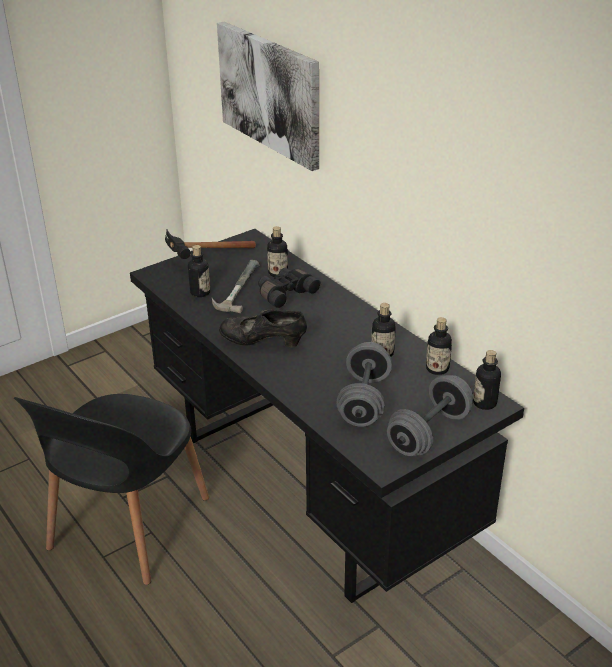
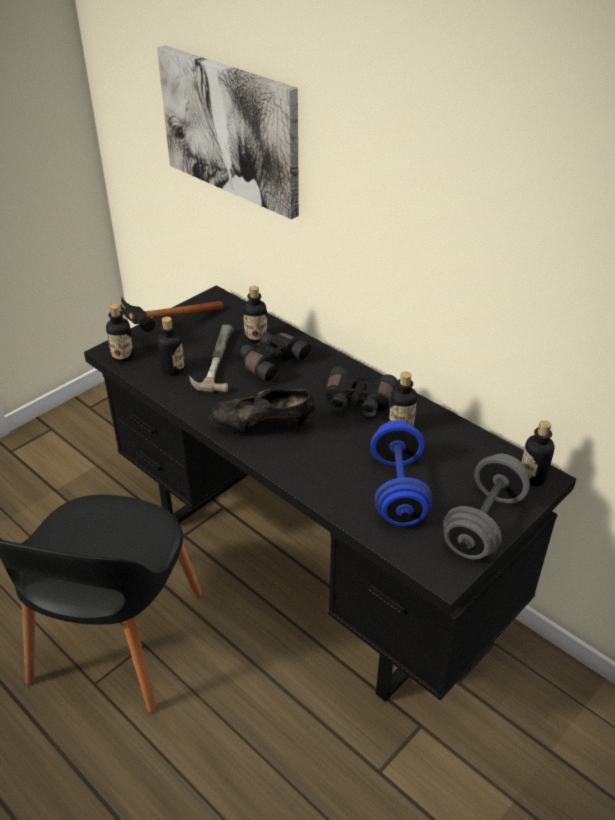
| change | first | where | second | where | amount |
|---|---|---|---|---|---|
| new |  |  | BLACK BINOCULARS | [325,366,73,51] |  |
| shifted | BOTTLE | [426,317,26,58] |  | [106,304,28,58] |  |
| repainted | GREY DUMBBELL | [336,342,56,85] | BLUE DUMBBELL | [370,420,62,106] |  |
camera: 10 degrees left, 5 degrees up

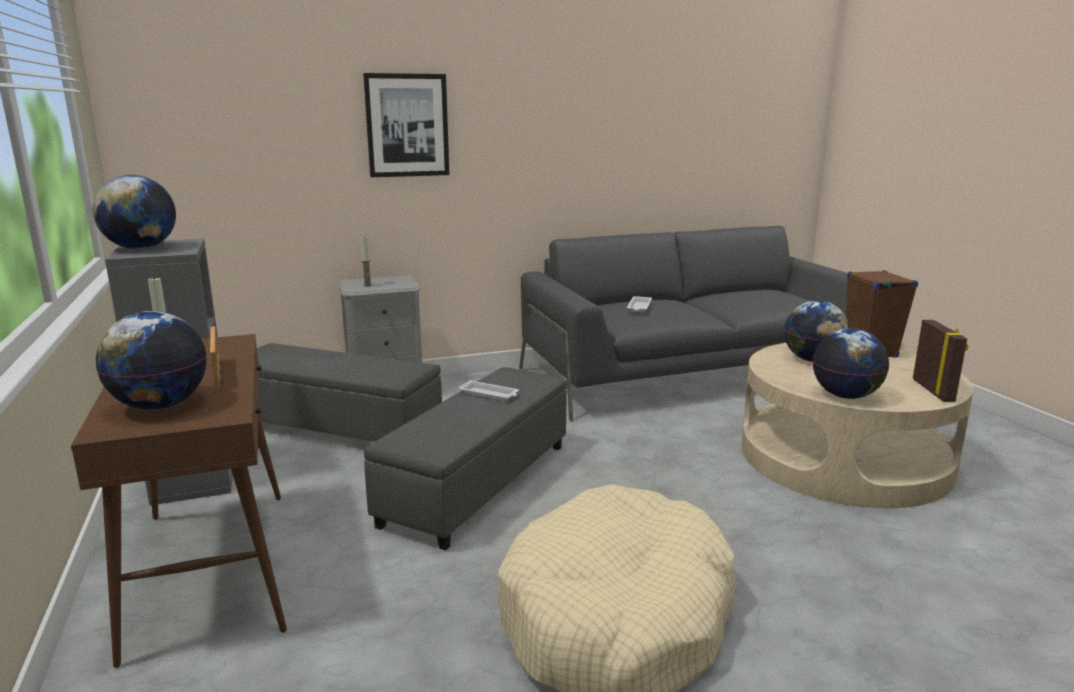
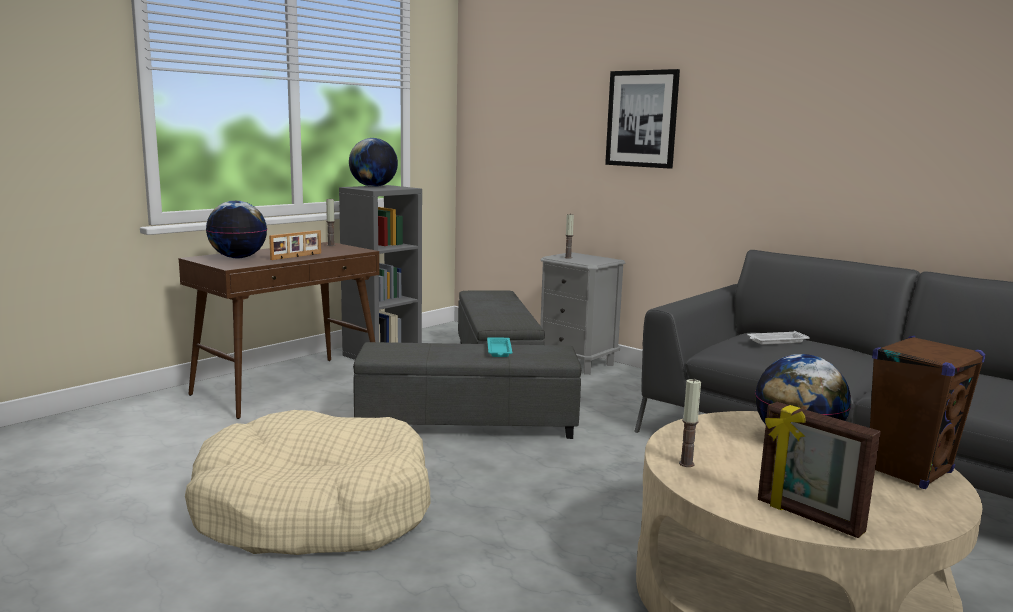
| change | first | where | second | where | amount |
|---|---|---|---|---|---|
| swapped | GLOBE | [813,328,76,71] | CANDLE | [679,379,22,88] |  |
| repainted | WHITE TRAY | [458,380,61,21] | TURQUOISE TRAY | [487,337,25,20] |  |
| rotated | PICTURE FRAME | [913,320,55,82] |  | [758,402,123,136] | 75 degrees clockwise |
camera: 60 degrees right, 5 degrees down

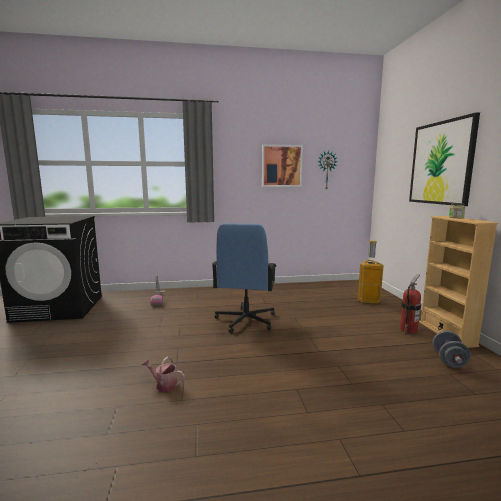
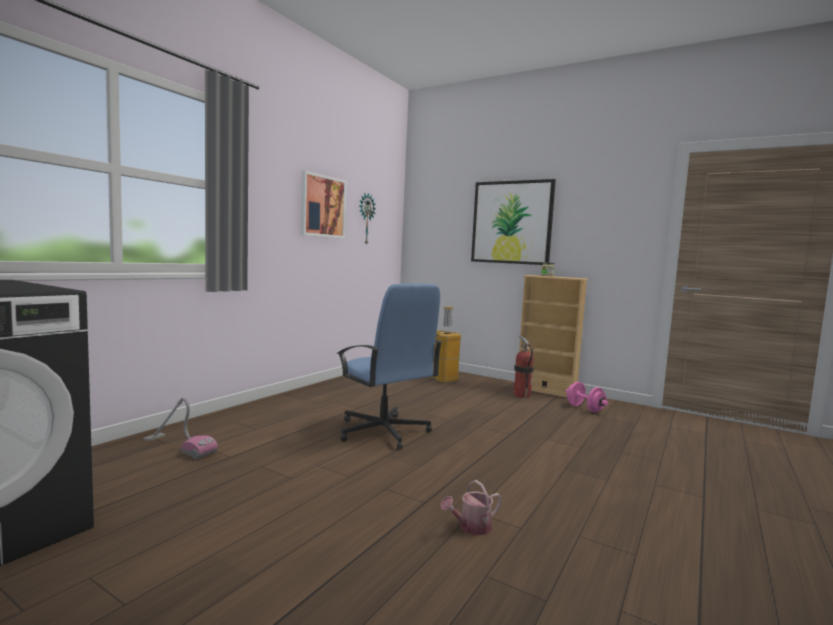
| change | first | where | second | where | amount |
|---|---|---|---|---|---|
| repainted | GREY DUMBBELL | [432,331,39,37] | PINK DUMBBELL | [566,382,42,31] |  |
camera: 50 degrees left, 5 degrees down

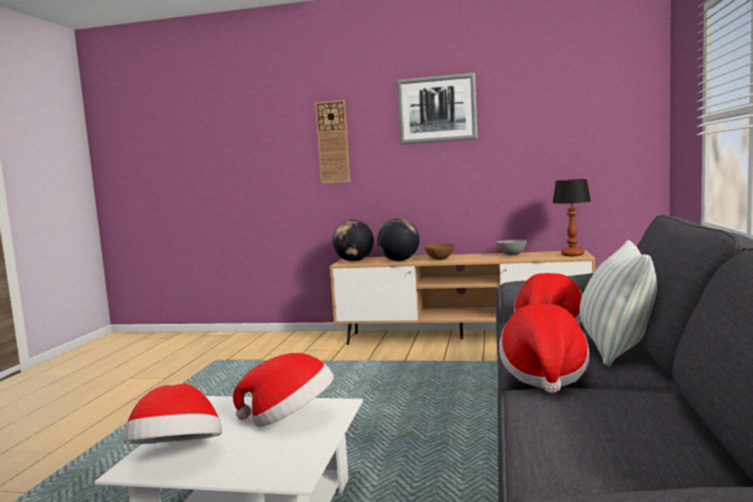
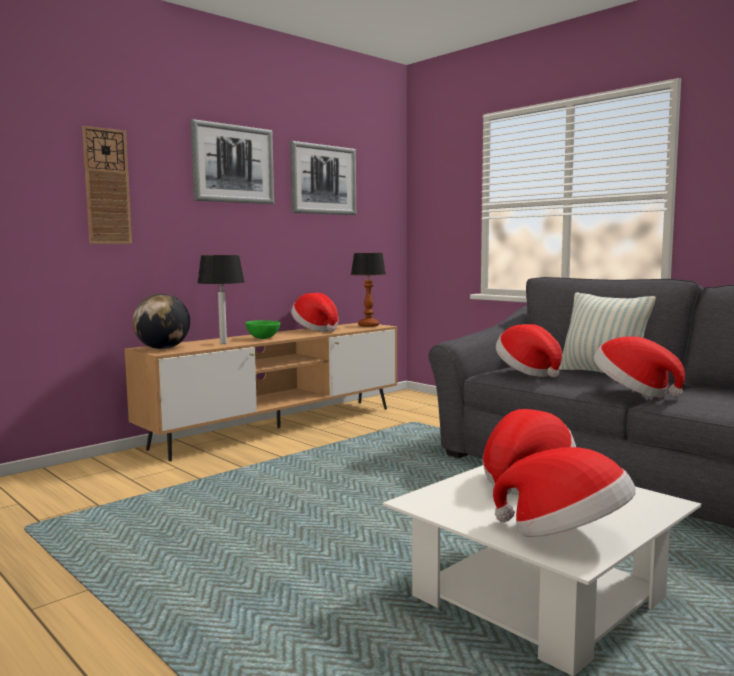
| change | first | where | second | where | amount |
|---|---|---|---|---|---|
| new |  |  | PICTURE | [290,141,66,74] |  |
| swapped | GLOBE | [377,218,43,43] | TABLE LAMP | [197,255,48,89] |  |
| swapped | GREY BOWL | [496,239,31,16] | HAT | [291,293,48,39] |  |
| repainted | BROWN BOWL | [425,243,30,17] | GREEN BOWL | [245,320,36,19] |  |
camera: 55 degrees left, 0 degrees up

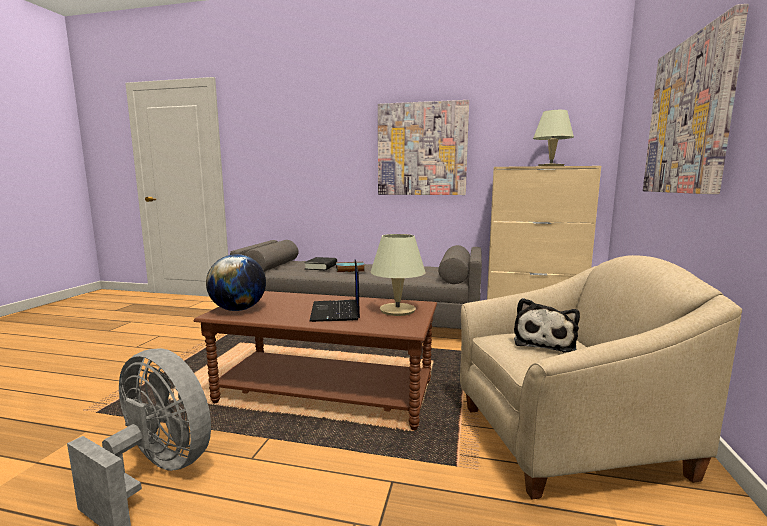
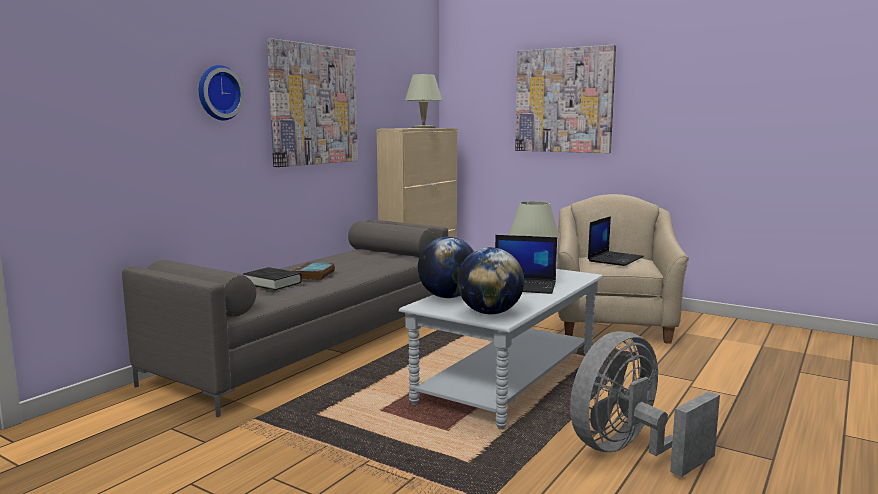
| change | first | where | second | where | amount |
|---|---|---|---|---|---|
| new |  |  | WALL CLOCK | [199,65,45,55] |  |
| new |  |  | GLOBE | [418,237,56,61] |  |
| swapped | PLUSH TOY | [514,298,66,54] | LAPTOP | [588,216,56,50] |  |
| repainted | BROWN COFFEE TABLE | [193,291,244,139] | GREY COFFEE TABLE | [399,269,204,161] |  |
camera: 70 degrees left, 0 degrees up

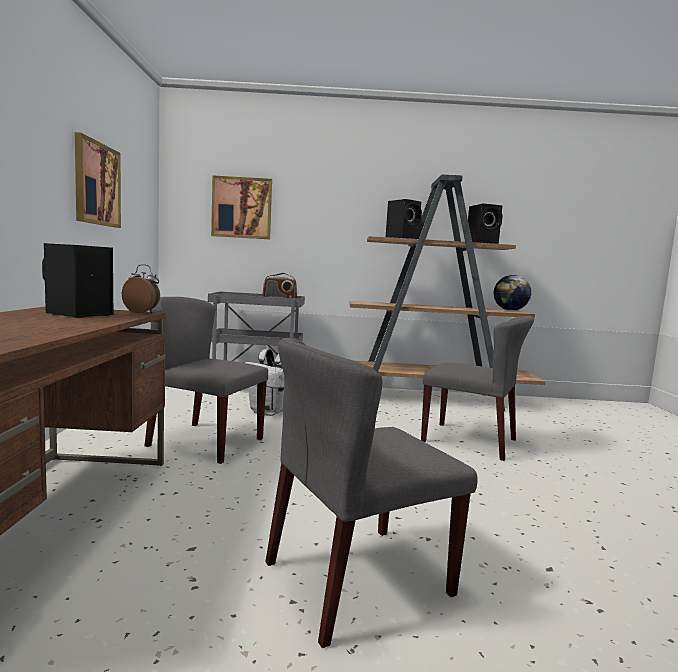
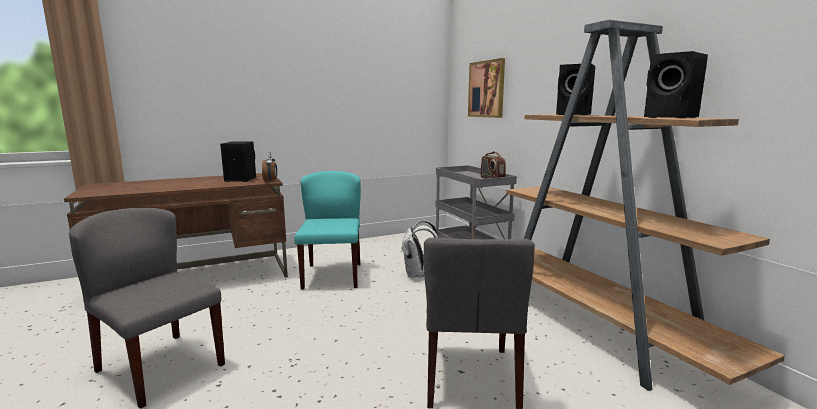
| change | first | where | second | where | amount |
|---|---|---|---|---|---|
| gone | PICTURE | [75,132,46,96] |  |  |  |
| gone | GLOBE | [493,275,38,36] |  |  |  |
| repainted | GREY CHAIR | [145,297,123,167] | TURQUOISE CHAIR | [294,171,67,119] |  |
camera: 65 degrees right, 5 degrees up

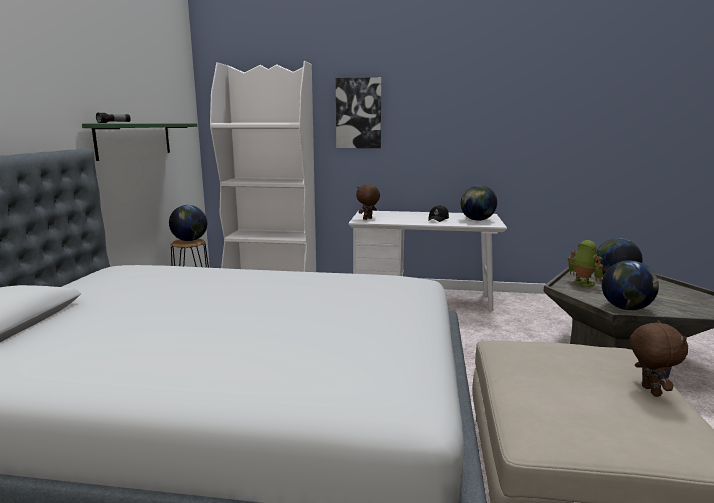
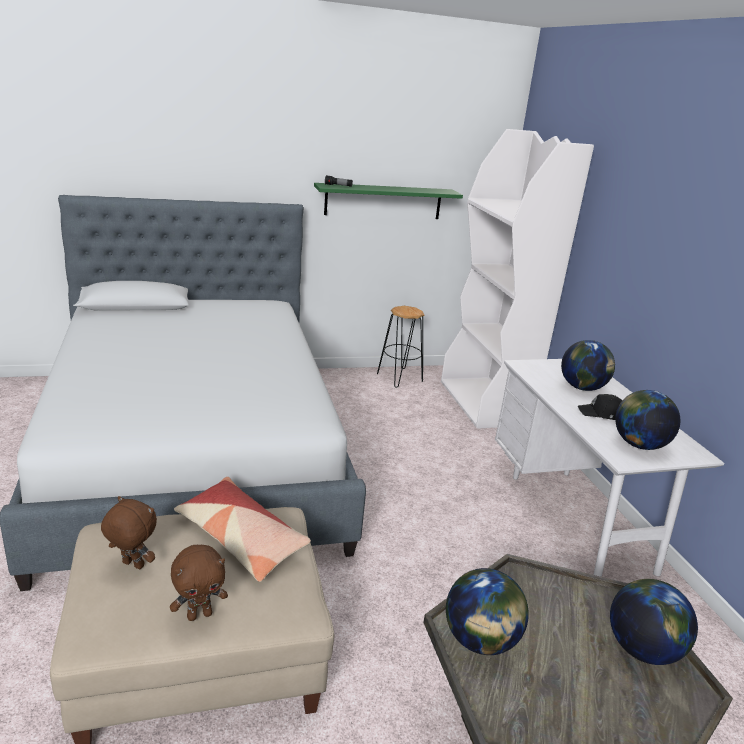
| change | first | where | second | where | amount |
|---|---|---|---|---|---|
| gone | PICTURE | [336,77,46,71] |  |  |  |
| gone | TOY ROBOT | [568,240,35,48] |  |  |  |
| new |  |  | PILLOW | [174,477,137,105] |  |
| shifted | GLOBE | [169,205,38,36] |  | [561,340,54,51] |  |
| shifted | BROWN PLUSH TOY | [356,184,24,36] |  | [101,496,56,73] |  |
camera: 65 degrees right, 10 degrees up

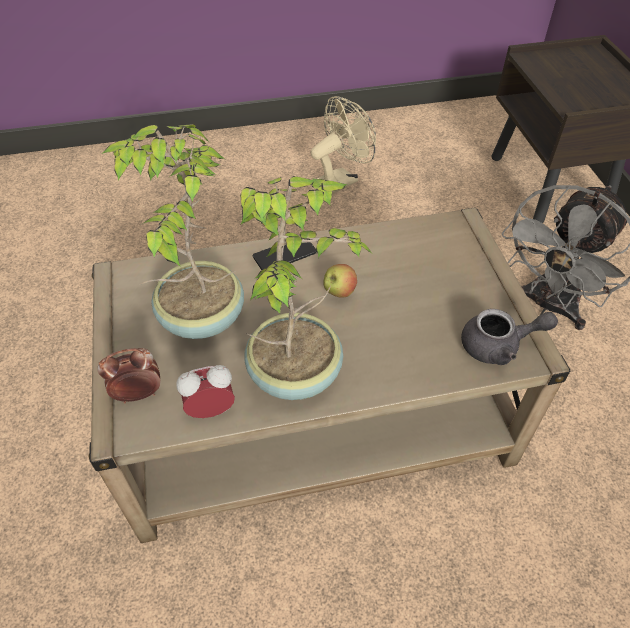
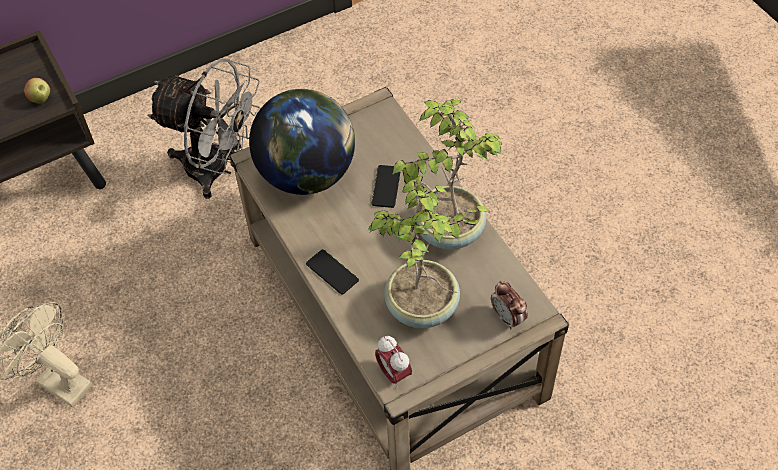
| change | first | where | second | where | amount |
|---|---|---|---|---|---|
| gone | GREY TEAPOT | [461,309,97,56] |  |  |  |
| new |  |  | GLOBE | [249,89,106,106] |  |
| new |  |  | PHONE | [371,165,30,43] |  |
| shifted | ALARM CLOCK | [177,365,58,53] |  | [375,336,37,52] |  |
| shifted | APPLE | [323,264,34,34] |  | [24,78,26,26] |  |
camera: 105 degrees left, 5 degrees up

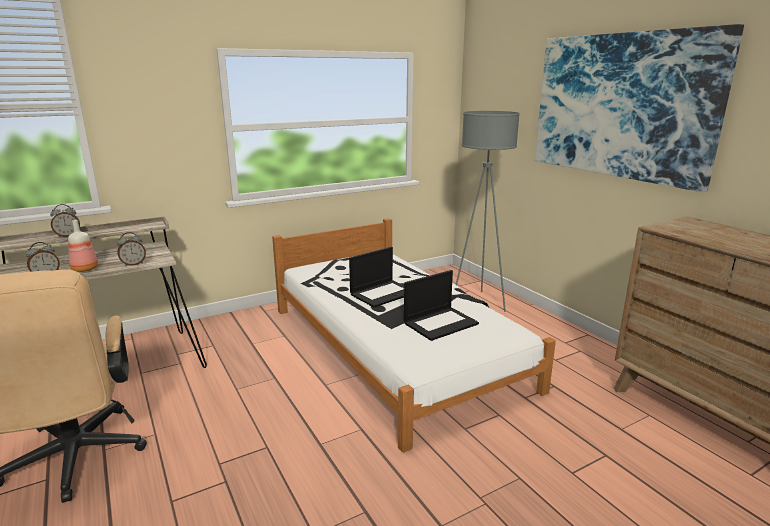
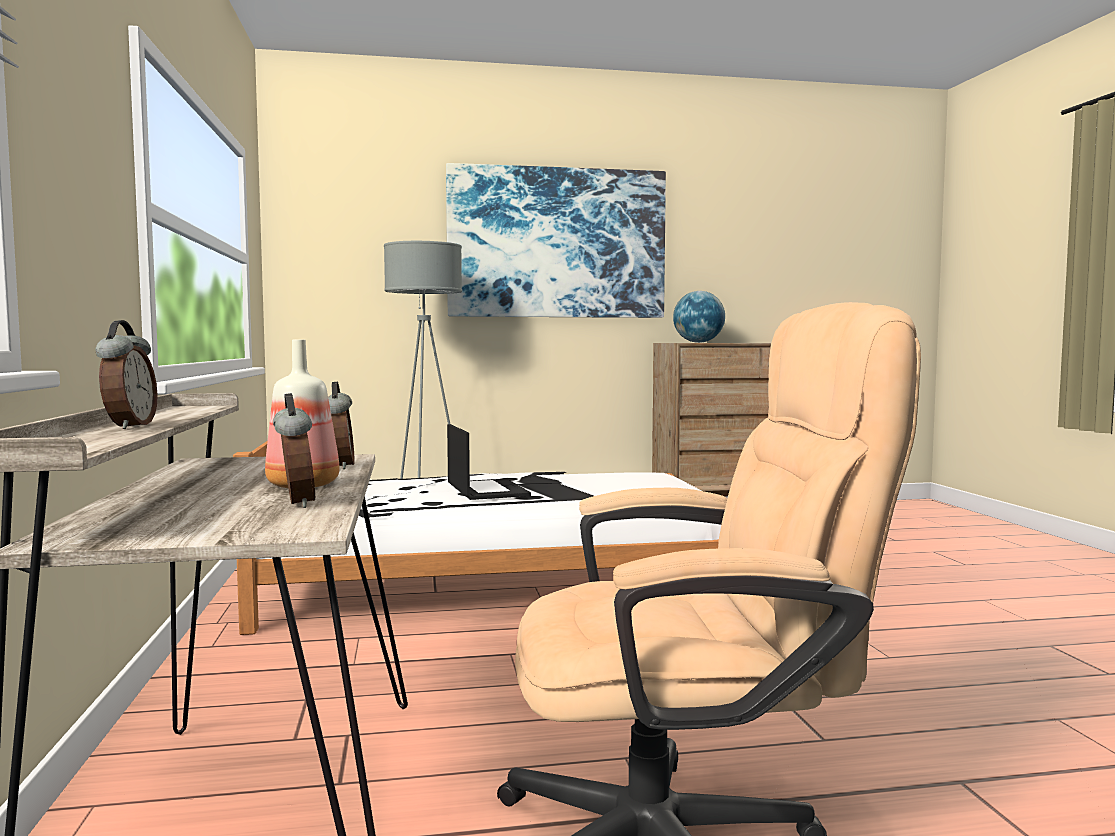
| change | first | where | second | where | amount |
|---|---|---|---|---|---|
| gone | LAPTOP | [404,270,75,71] |  |  |  |
| new |  |  | GLOBE | [673,291,52,52] |  |
camera: 70 degrees left, 15 degrees down

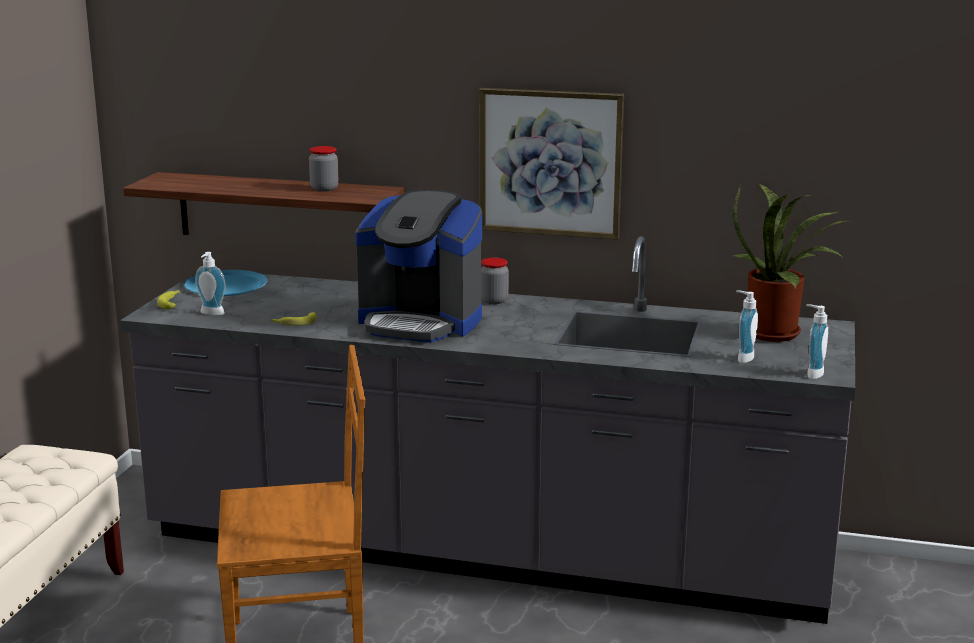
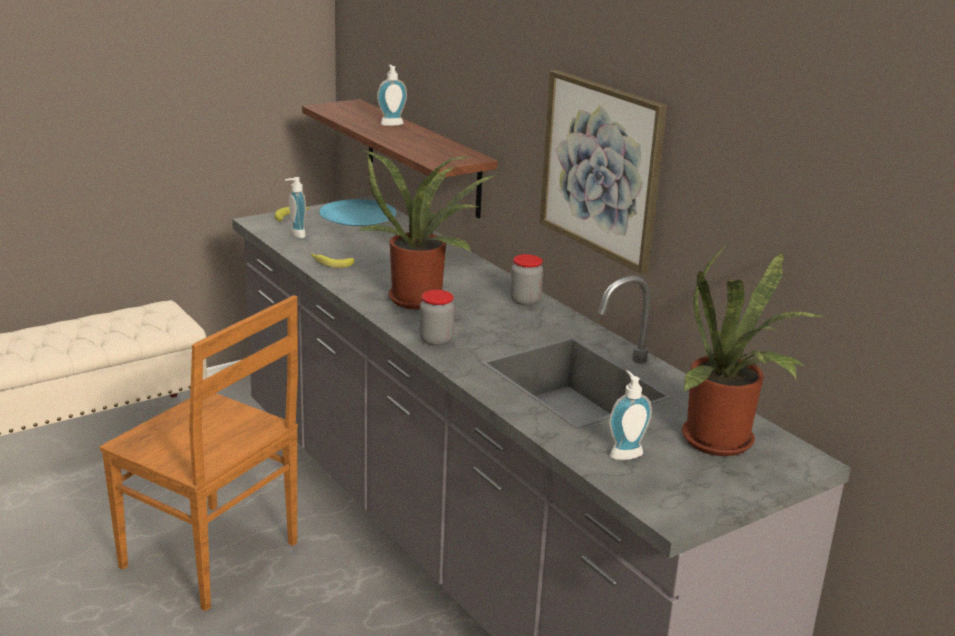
| change | first | where | second | where | amount |
|---|---|---|---|---|---|
| shifted | JAR | [309,146,30,46] |  | [419,290,35,56] |  |
| shifted | SOAP DISPENSER | [806,305,22,74] |  | [377,64,30,62] |  |
| swapped | COFFEE MACHINE | [355,190,127,153] | POTTED PLANT | [356,150,142,159] |  |
camera: 40 degrees right, 5 degrees up

